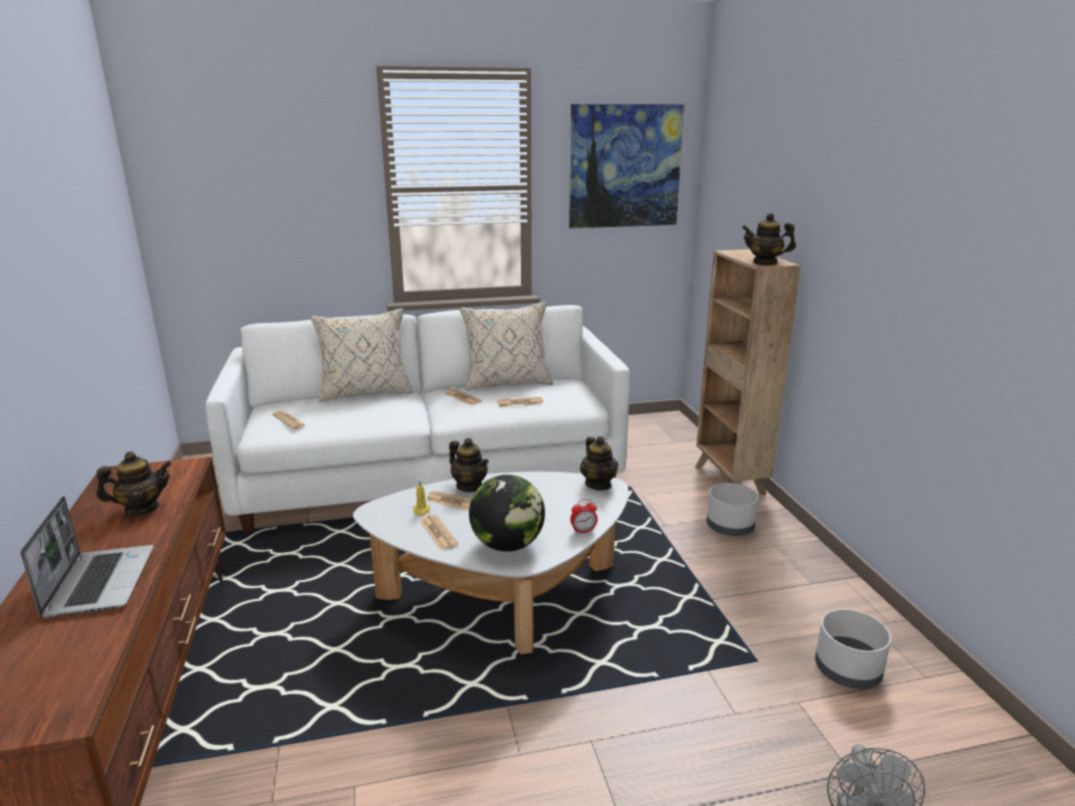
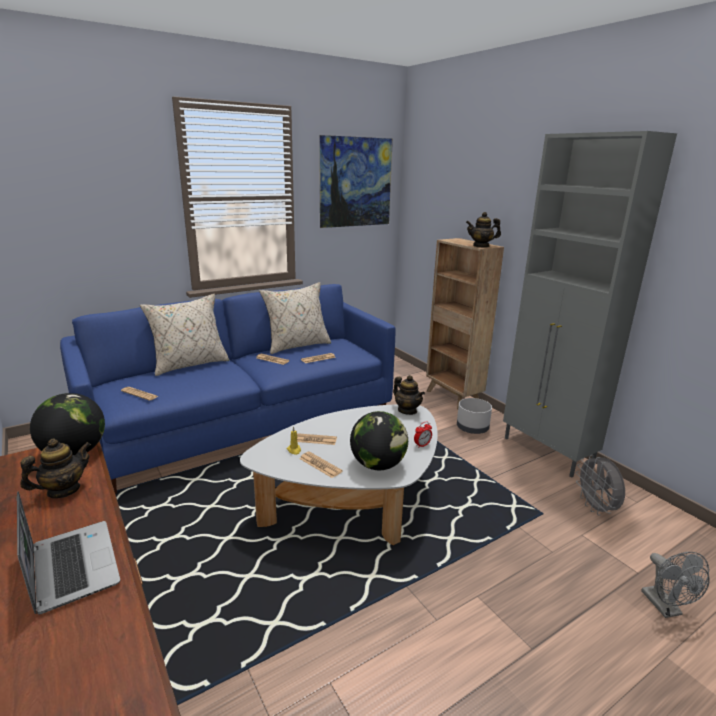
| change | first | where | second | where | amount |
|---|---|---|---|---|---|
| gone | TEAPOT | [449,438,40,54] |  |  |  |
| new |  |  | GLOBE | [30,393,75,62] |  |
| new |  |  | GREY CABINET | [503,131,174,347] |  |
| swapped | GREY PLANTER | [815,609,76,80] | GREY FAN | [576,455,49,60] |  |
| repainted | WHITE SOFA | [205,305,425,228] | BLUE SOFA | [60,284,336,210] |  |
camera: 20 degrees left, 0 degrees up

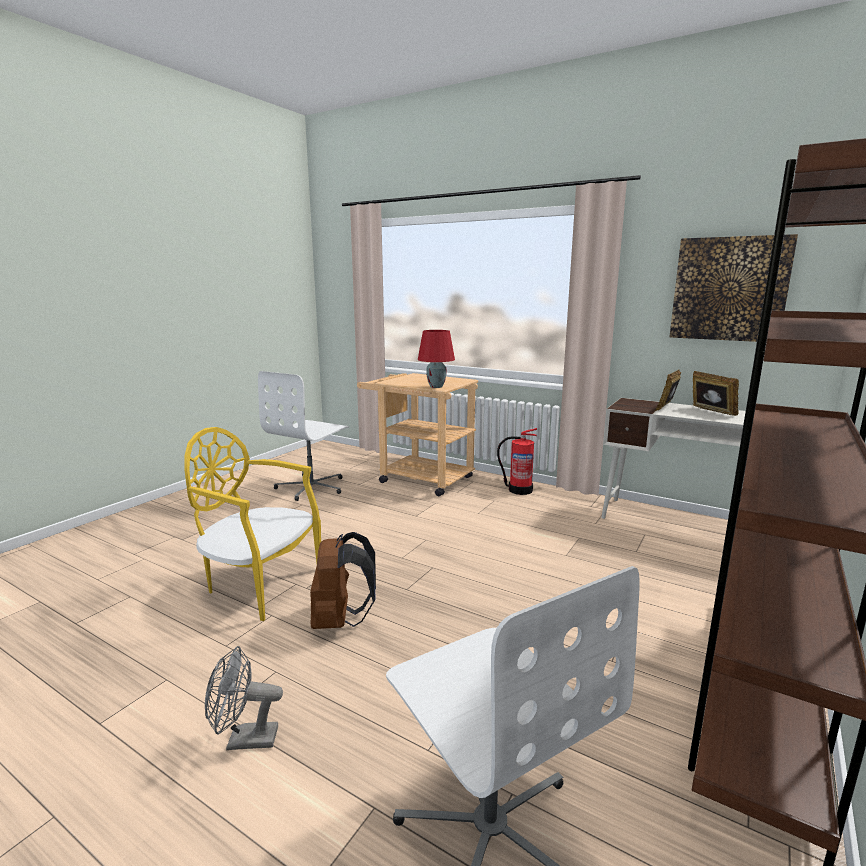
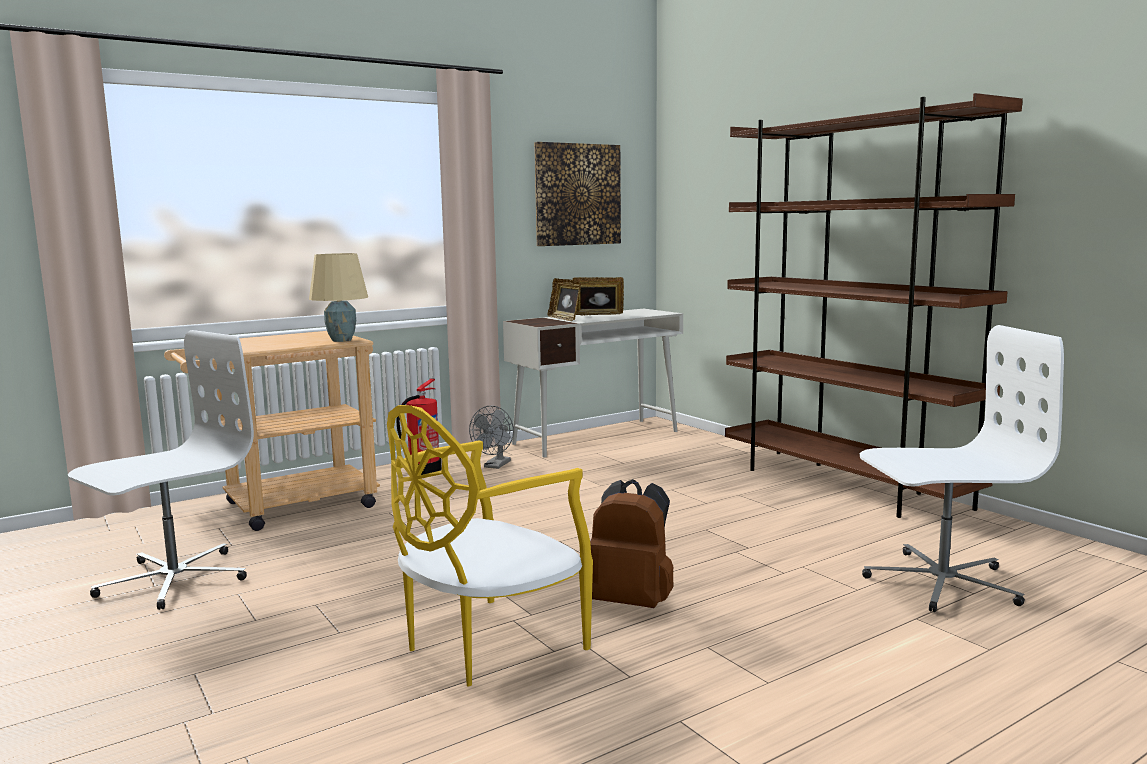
| change | first | where | second | where | amount |
|---|---|---|---|---|---|
| shifted | GREY FAN | [205,646,78,104] |  | [469,406,45,63] |  |
| repainted | RED TABLE LAMP | [418,330,37,58] | BEIGE TABLE LAMP | [309,253,59,89] |  |
| rotated | WHITE OFFICE CHAIR | [258,371,91,130] |  | [68,330,186,280] | 105 degrees counterclockwise |
camera: 65 degrees left, 5 degrees down

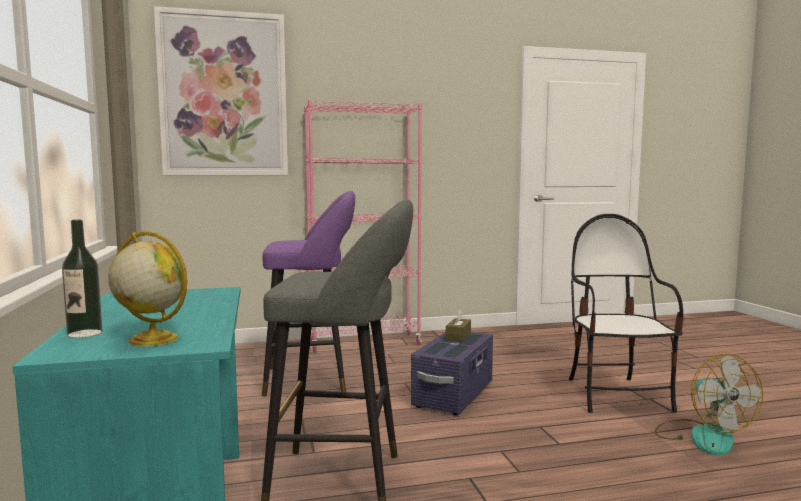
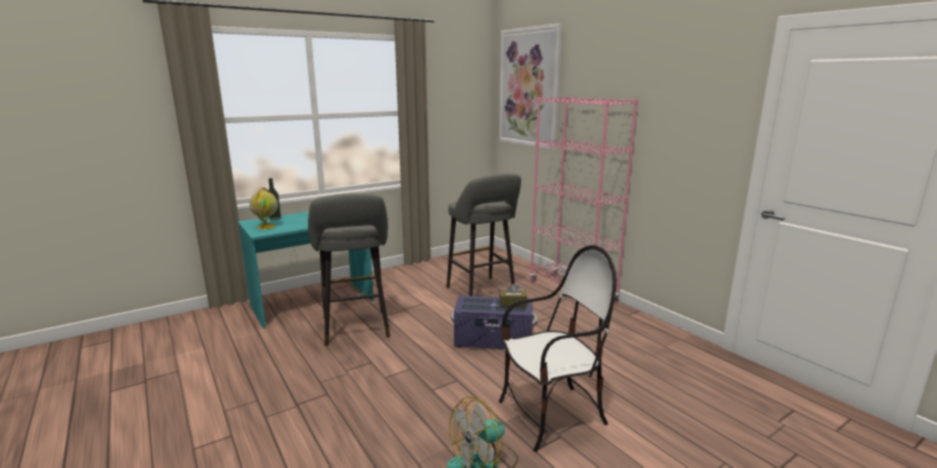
| change | first | where | second | where | amount |
|---|---|---|---|---|---|
| repainted | PURPLE STOOL | [262,191,93,206] | GREY STOOL | [446,173,75,123] |  |
camera: 70 degrees right, 10 degrees up

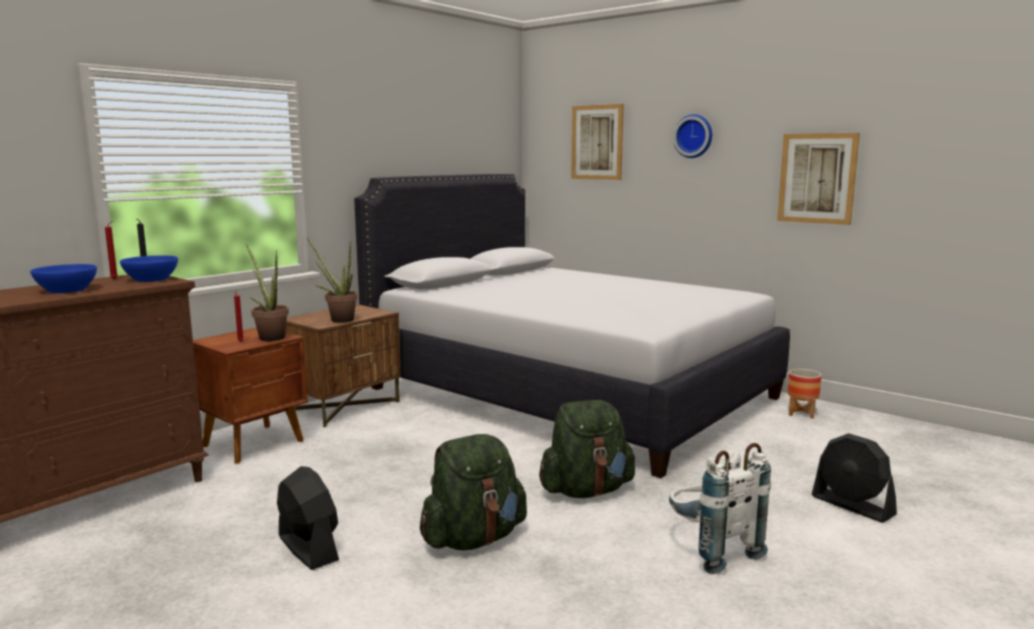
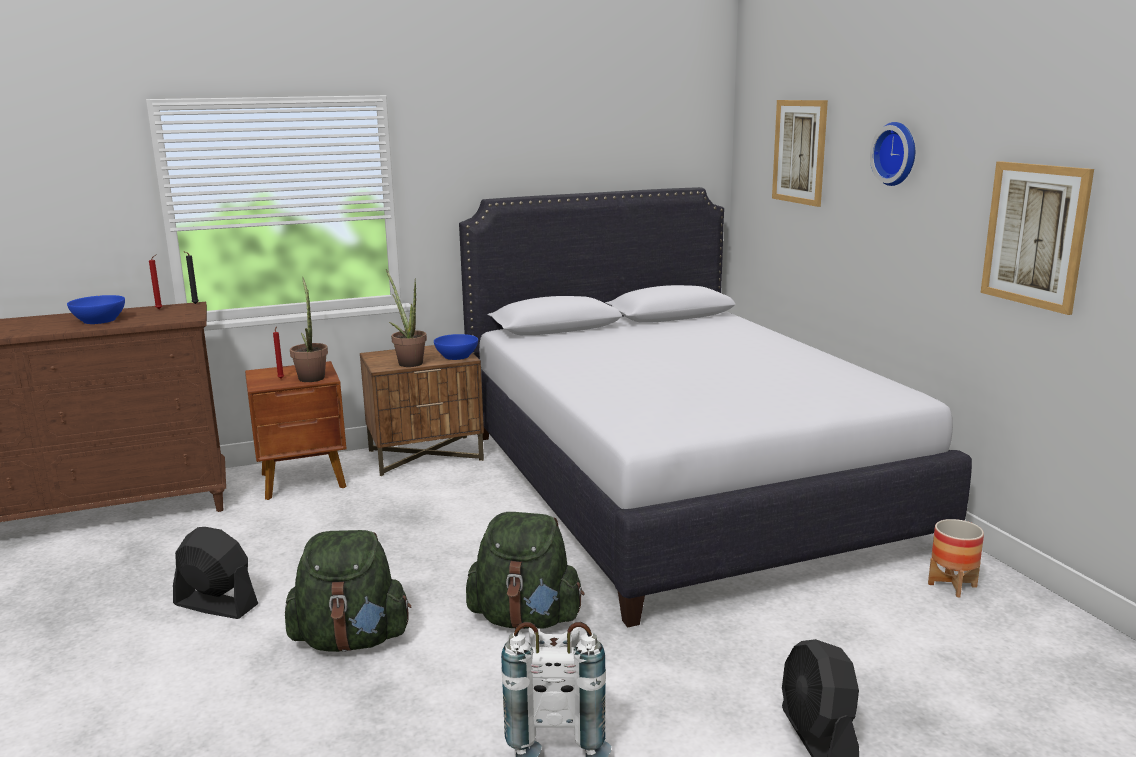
| change | first | where | second | where | amount |
|---|---|---|---|---|---|
| shifted | BLUE BOWL | [120,255,58,27] |  | [434,334,44,26] |  |
| rotated | BLACK FAN | [277,466,62,104] |  | [173,527,85,92] | 60 degrees counterclockwise |
camera: 30 degrees right, 5 degrees up

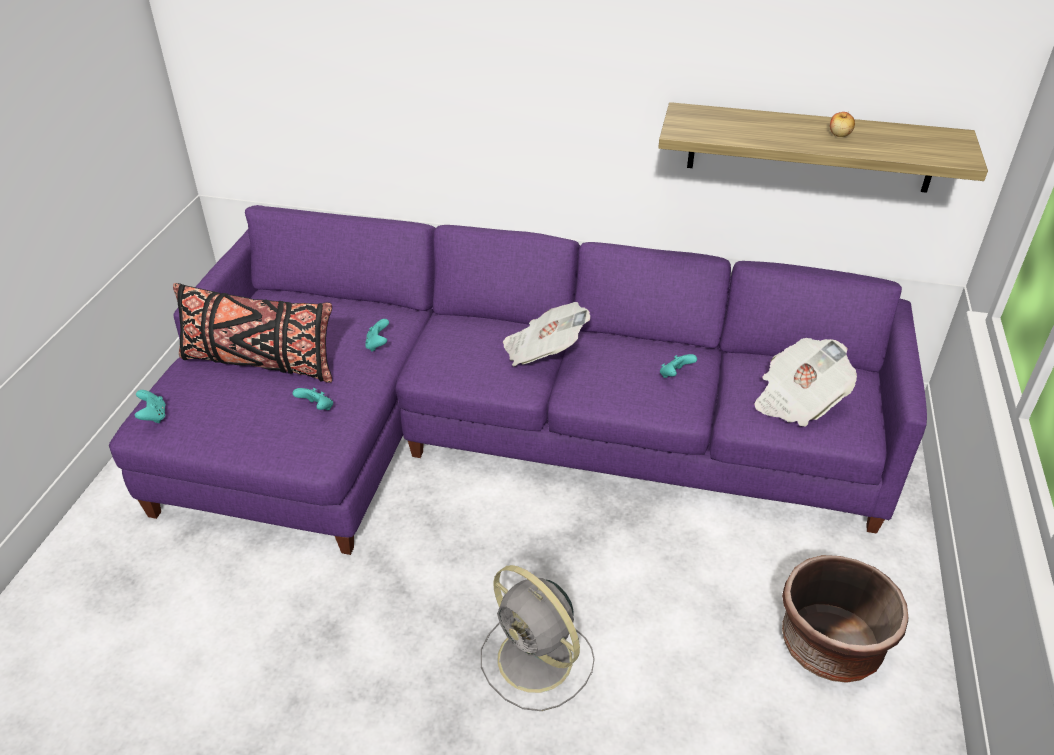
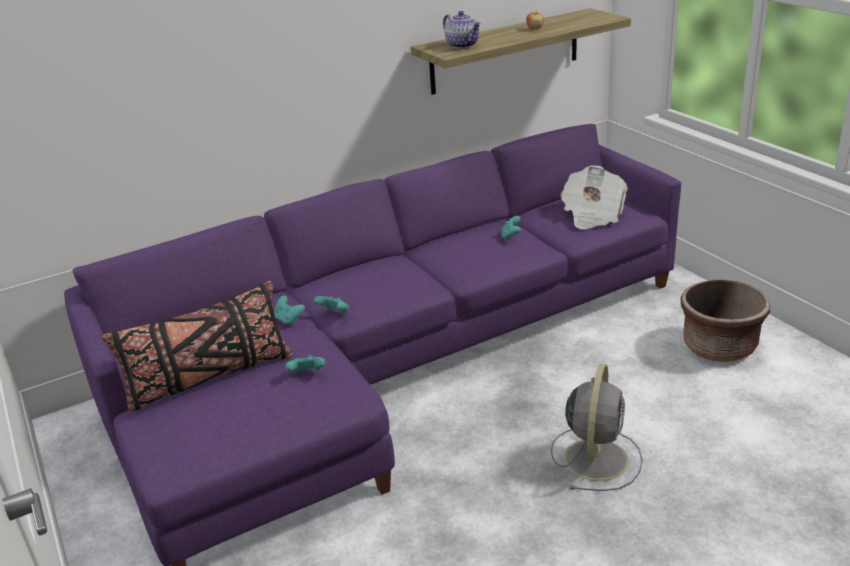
| change | first | where | second | where | amount |
|---|---|---|---|---|---|
| gone | NEWSPAPER | [503,302,87,64] |  |  |  |
| new |  |  | TEAPOT | [443,11,38,38] |  |
| shifted | TURQUOISE GAME CONTROLLER | [135,390,31,33] |  | [314,296,35,17] |  |
| rotated | GREY FAN | [481,565,114,146] |  | [551,364,92,127] | 75 degrees counterclockwise |
camera: 40 degrees left, 10 degrees down

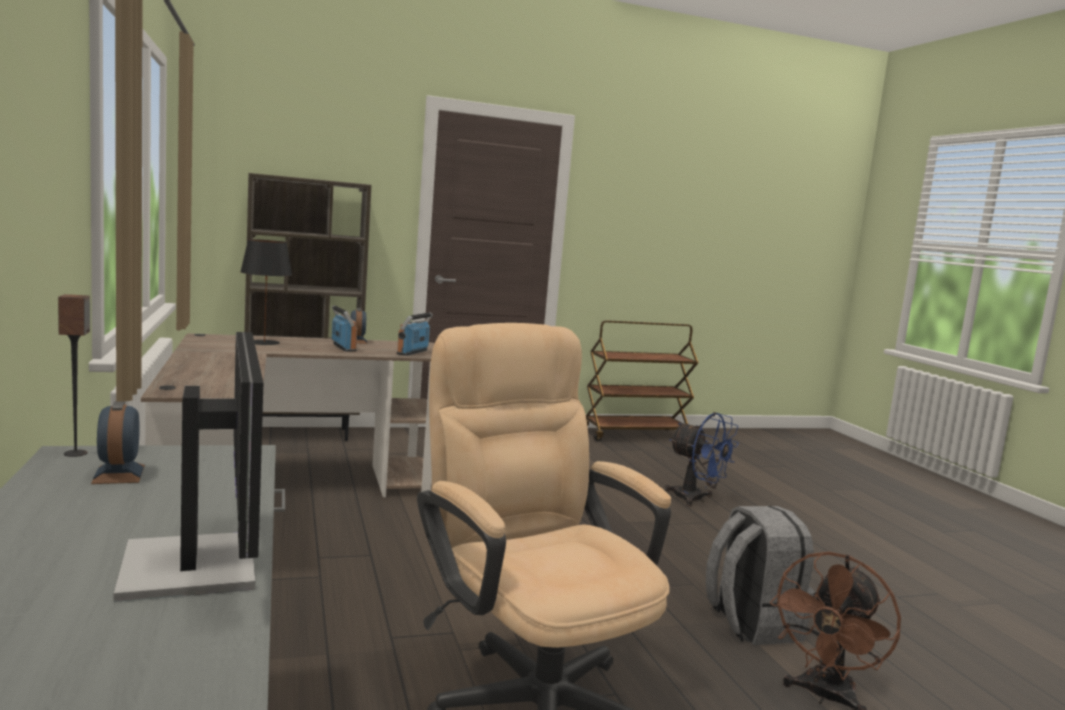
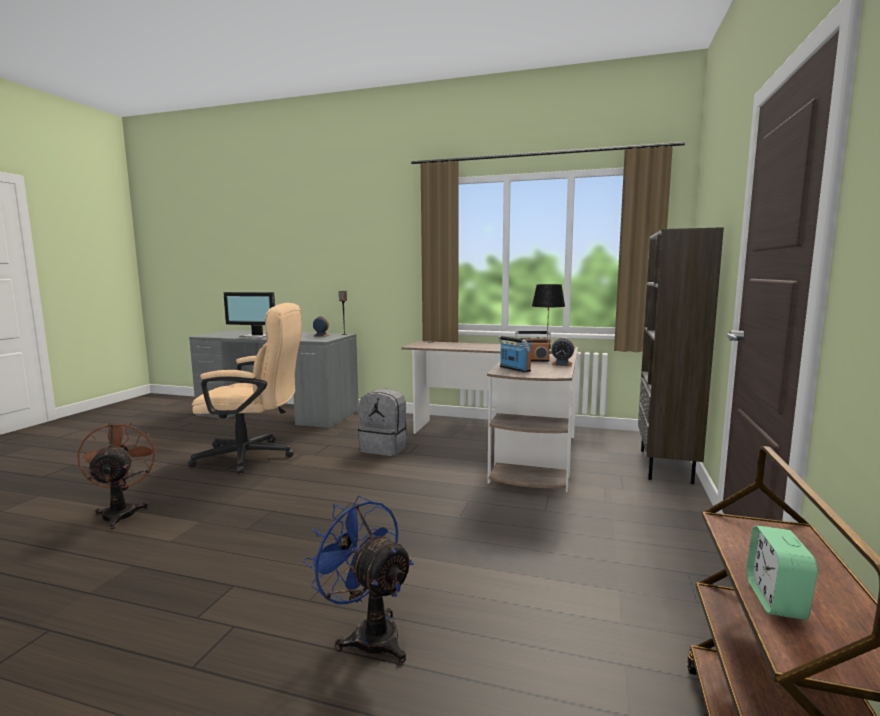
| change | first | where | second | where | amount |
|---|---|---|---|---|---|
| new |  |  | ALARM CLOCK | [746,525,72,95] |  |
| shifted | GREY BACKPACK | [706,506,109,139] |  | [358,388,50,68] |  |
| rotated | BLUE FAN | [665,412,74,94] |  | [303,496,111,167] | 60 degrees clockwise |
camera: 125 degrees right, 0 degrees up

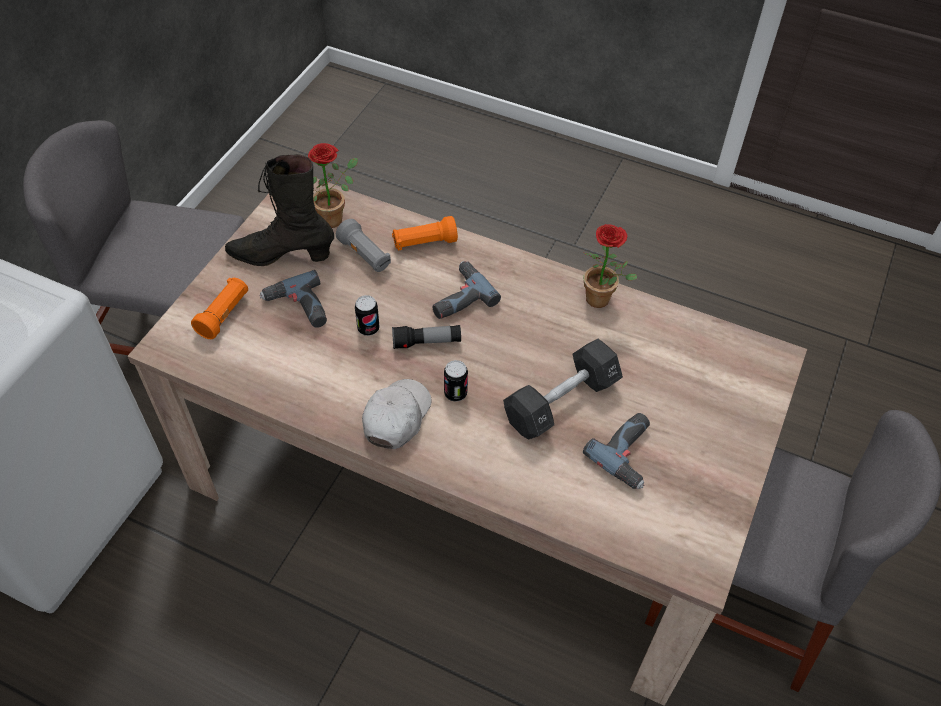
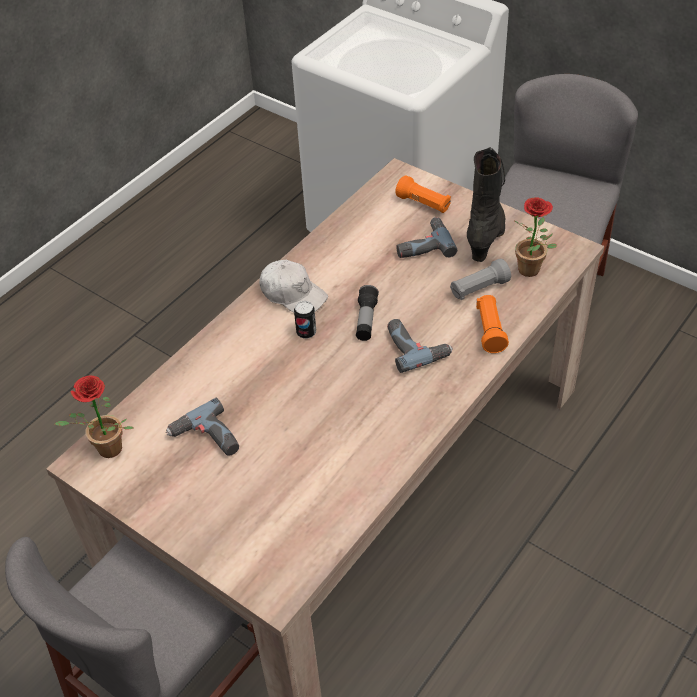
| change | first | where | second | where | amount |
|---|---|---|---|---|---|
| gone | CAN | [355,295,25,41] |  |  |  |
| gone | BLACK DUMBBELL | [503,339,120,101] |  |  |  |
| shifted | POTTED PLANT | [584,224,53,84] |  | [55,375,79,83] |  |
camera: 105 degrees right, 5 degrees down

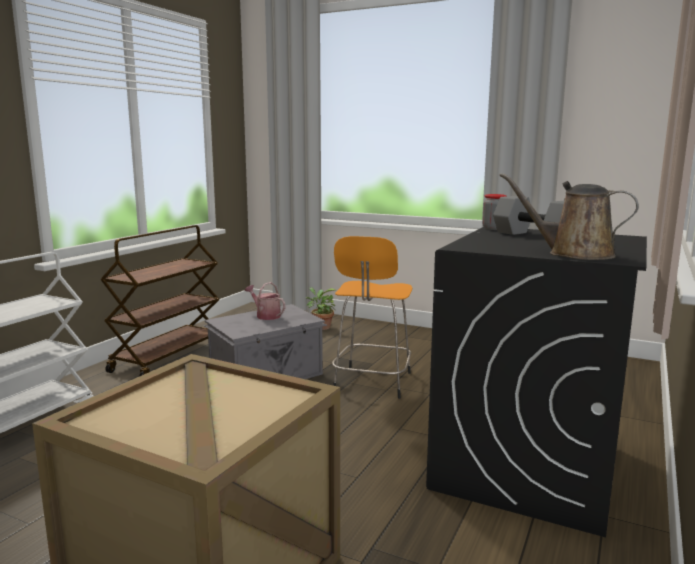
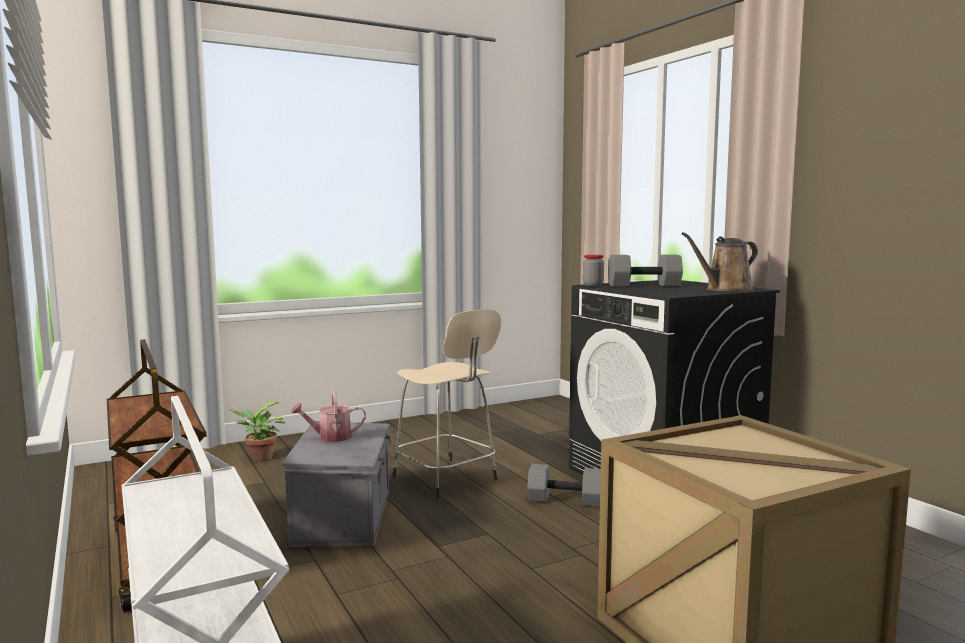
| change | first | where | second | where | amount |
|---|---|---|---|---|---|
| new |  |  | GREY DUMBBELL | [527,464,74,43] |  |
| repainted | ORANGE STOOL | [332,236,80,163] | BEIGE STOOL | [393,309,108,190] |  |
camera: 55 degrees left, 5 degrees down

